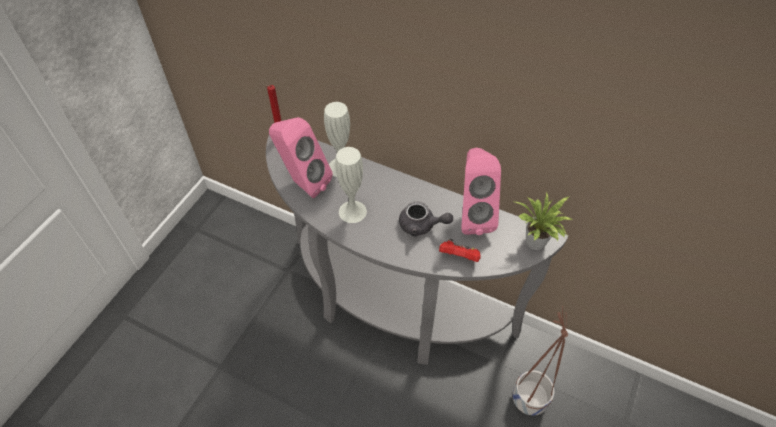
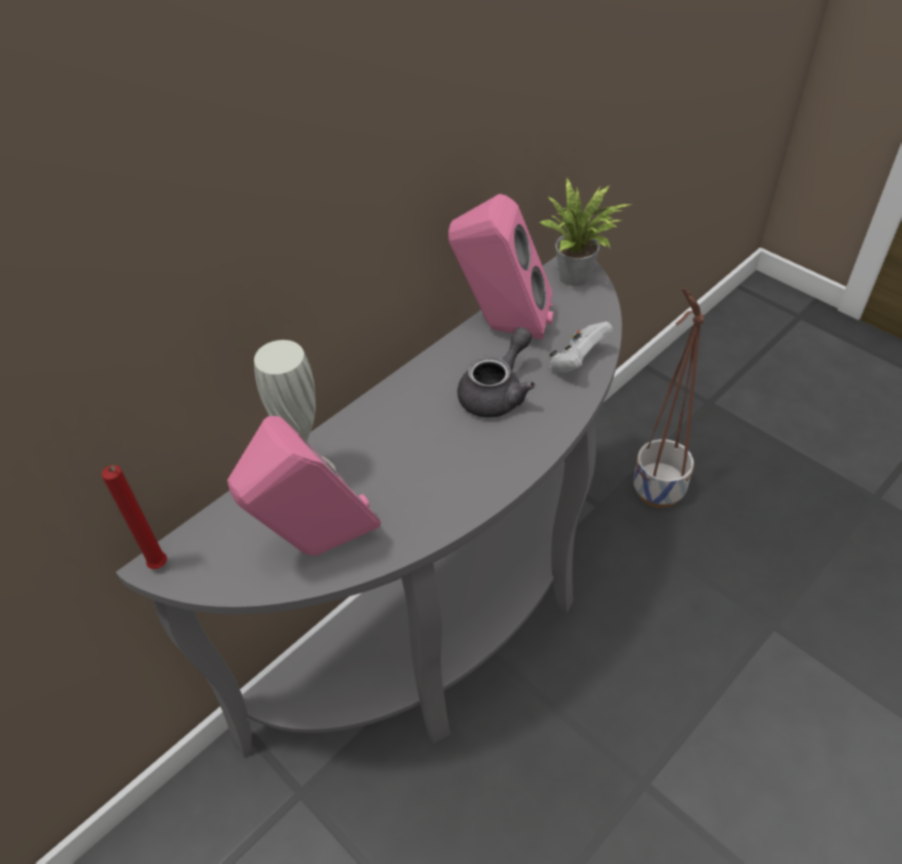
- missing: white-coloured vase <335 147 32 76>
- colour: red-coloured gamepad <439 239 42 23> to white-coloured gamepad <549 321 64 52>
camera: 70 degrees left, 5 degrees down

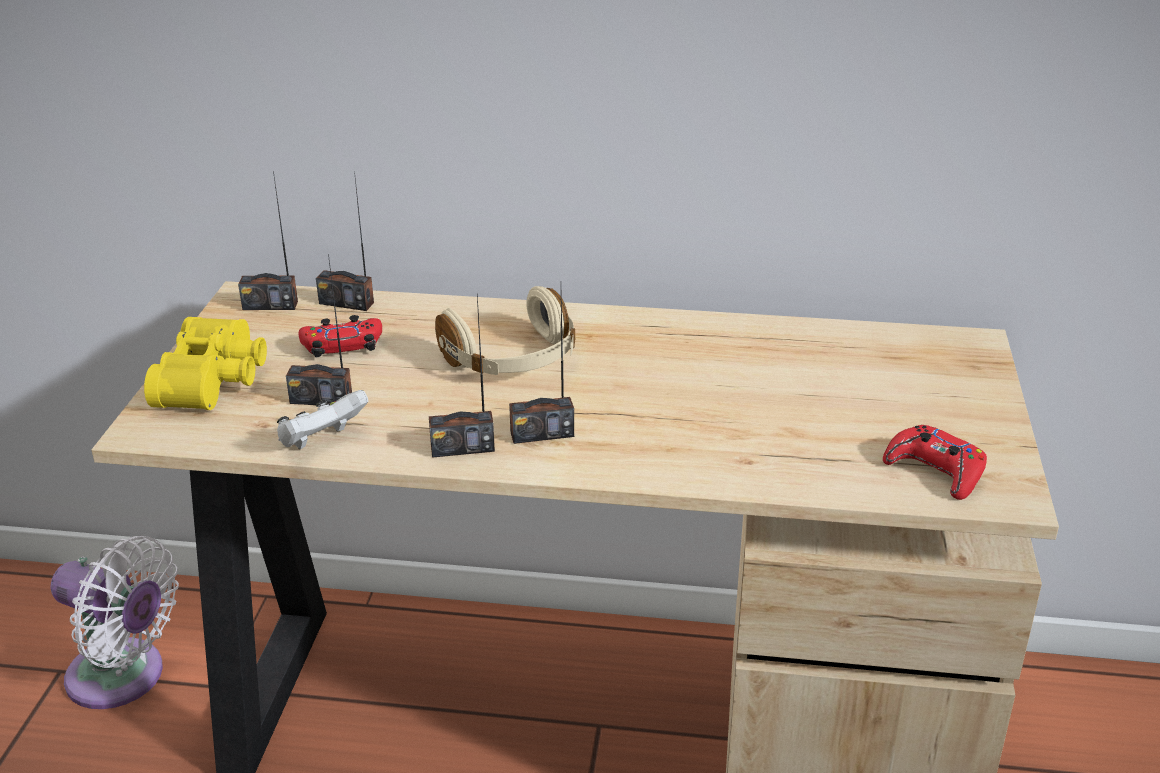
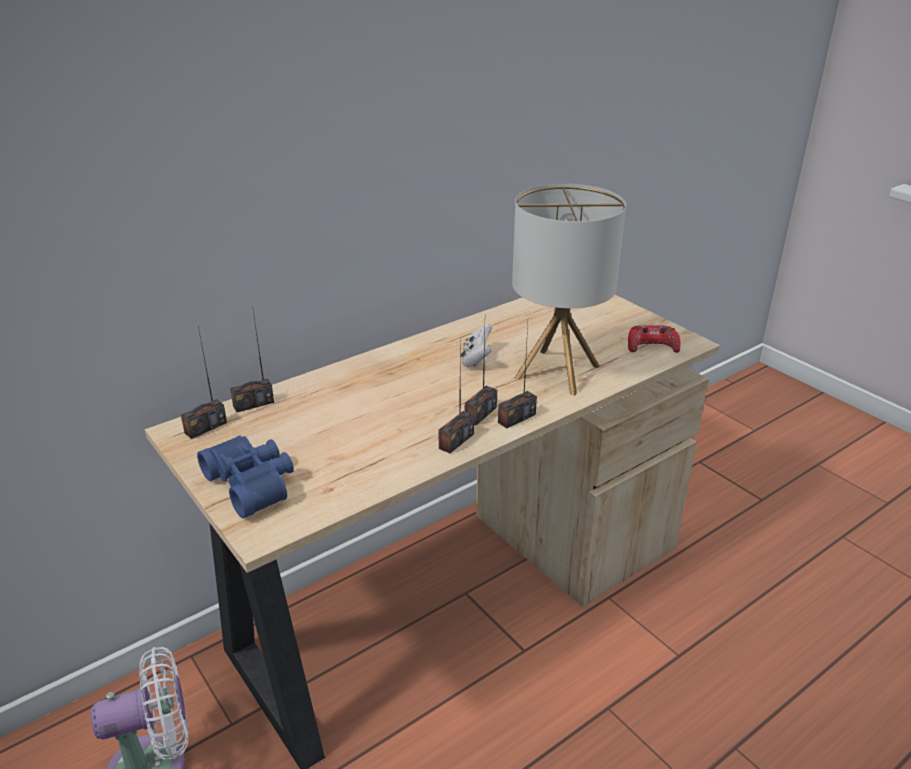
- missing: red-coloured gamepad <299 315 83 42>
- missing: beige headphones <435 286 141 89>
- appeared: table lamp <512 184 114 212>
- relocated: white-coloured gamepad <277 390 92 59> to <461 323 31 45>
- relocated: radio receiver <286 254 66 151> to <498 326 39 103>
- colour: yellow field glasses <144 317 123 93> to blue field glasses <197 435 97 84>
camera: 45 degrees left, 0 degrees up

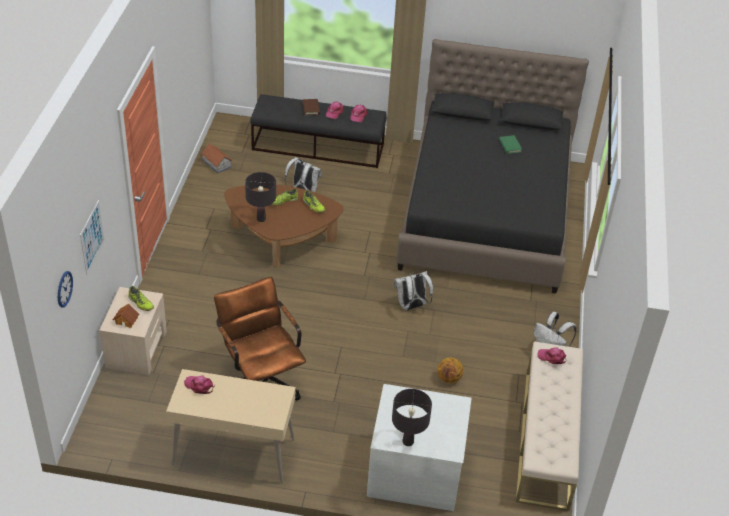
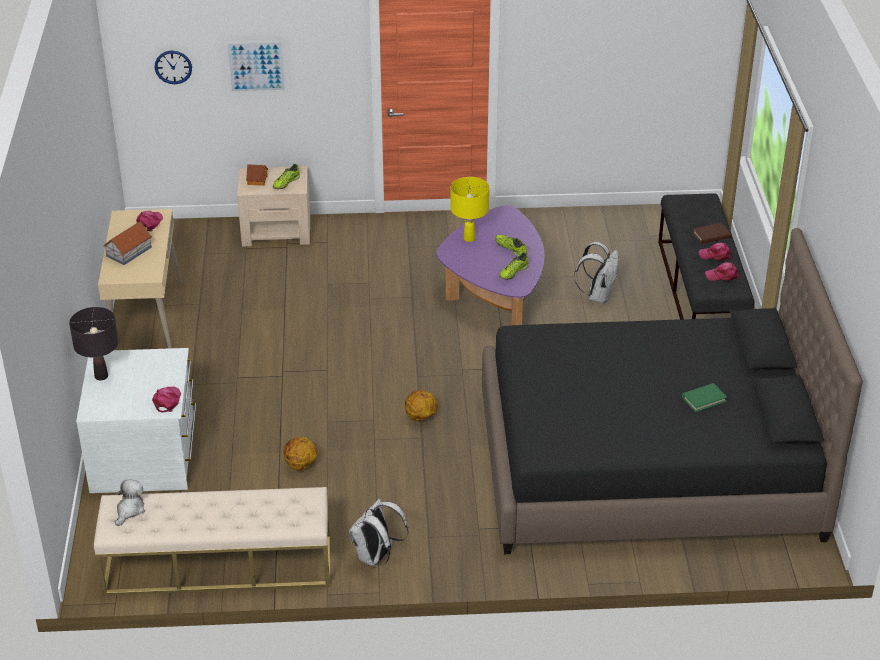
- missing: brown-coloured office chair <214 277 92 123>
- appeared: plush toy <115 479 30 47>
- relocated: miniature house <201 143 31 31> to <103 221 49 44>
- relocated: pinkish cap <537 347 29 17> to <152 386 29 27>
- exchanged: white-coloured backpack <394 271 39 40> to basketball ball <405 389 33 32>
- colour: brown-coloured lounge table <224 185 120 82> to purple-coloured lounge table <437 205 108 120>
- colour: blackish table lamp <245 172 31 50> to yellow table lamp <450 177 40 65>
camera: 80 degrees right, 5 degrees down

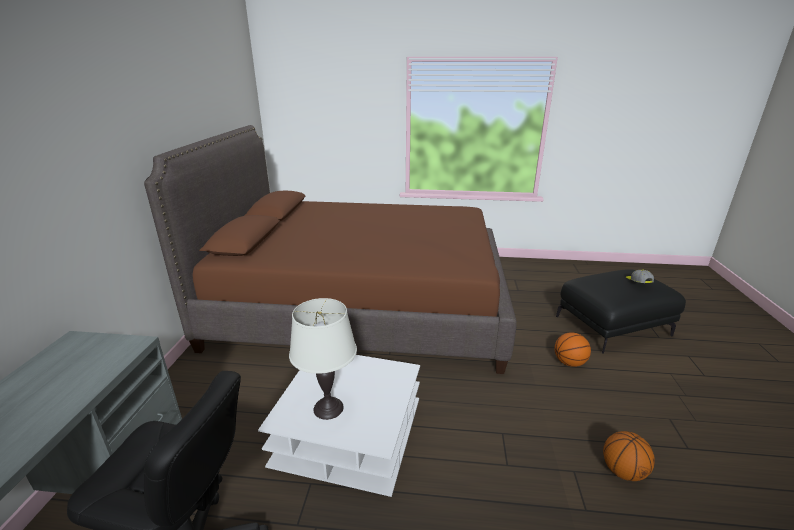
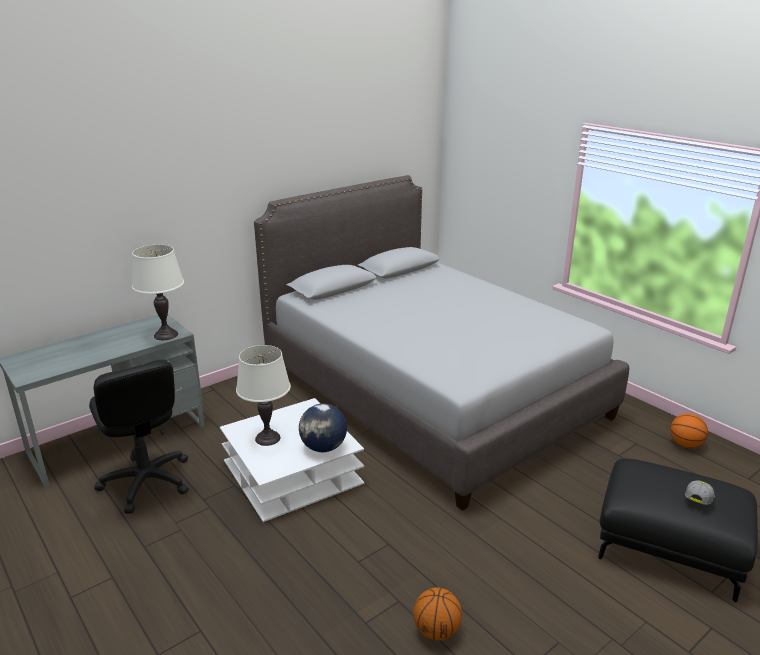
- appeared: white-coloured table lamp <132 245 52 95>
- appeared: desk globe <299 404 48 48>
- relocated: basketball ball <555 332 36 35> to <670 413 38 35>
- colour: brown-coloured bed <144 125 373 249> to gray bed <254 175 375 336>
camera: 45 degrees right, 0 degrees up

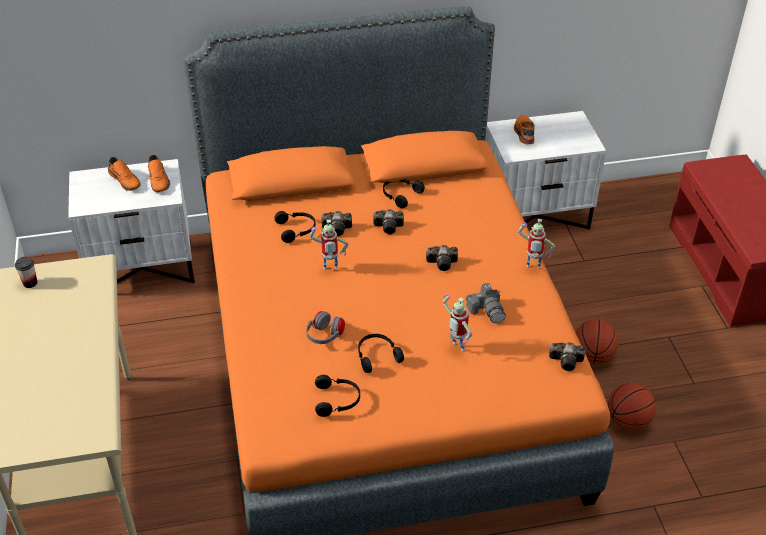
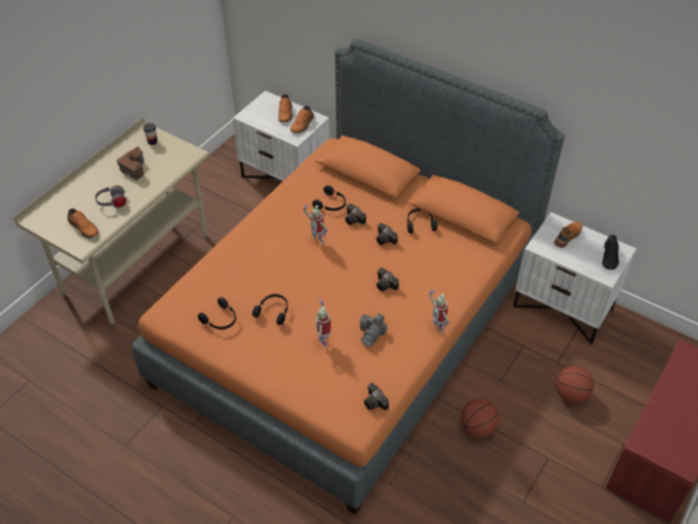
- appeared: orangey shoe <67 208 31 30>
- appeared: miniature house <116 147 28 33>
- appeared: blackish shoe <602 235 17 35>
- relocated: gray headphones <306 311 39 33> to <95 185 32 23>
- relocated: basketball ball <608 383 48 47> to <556 366 38 37>
camera: 45 degrees right, 5 degrees up

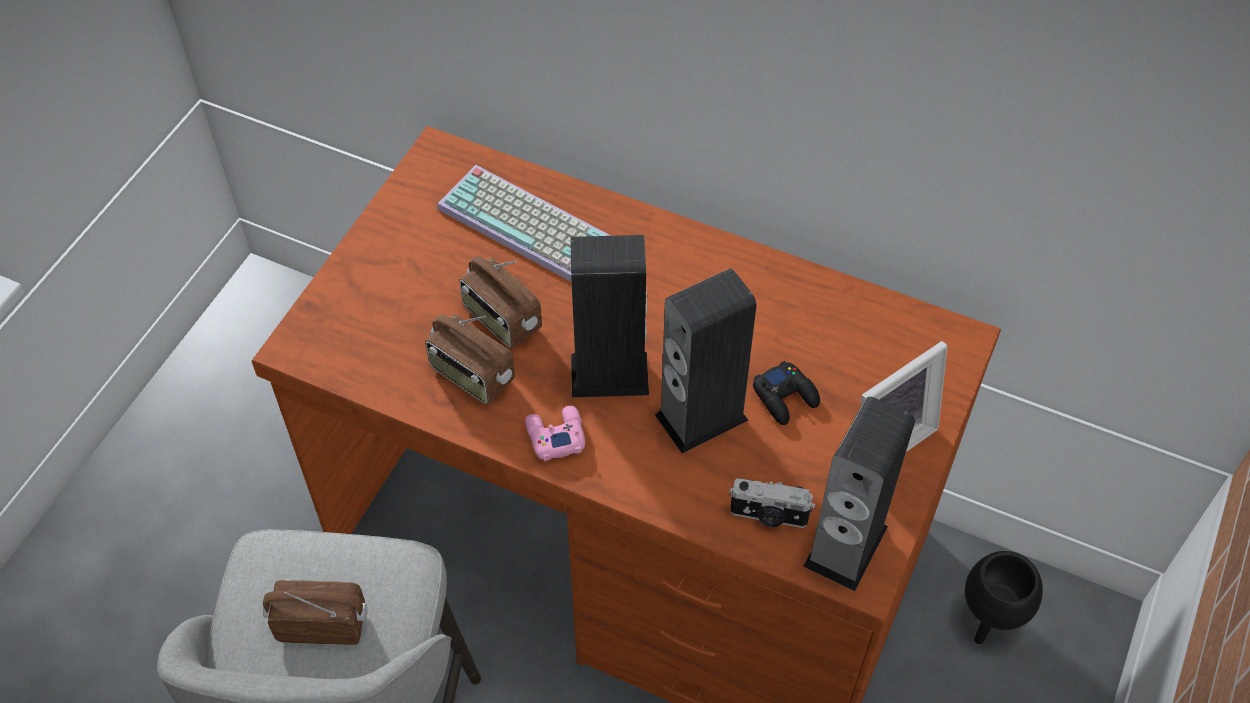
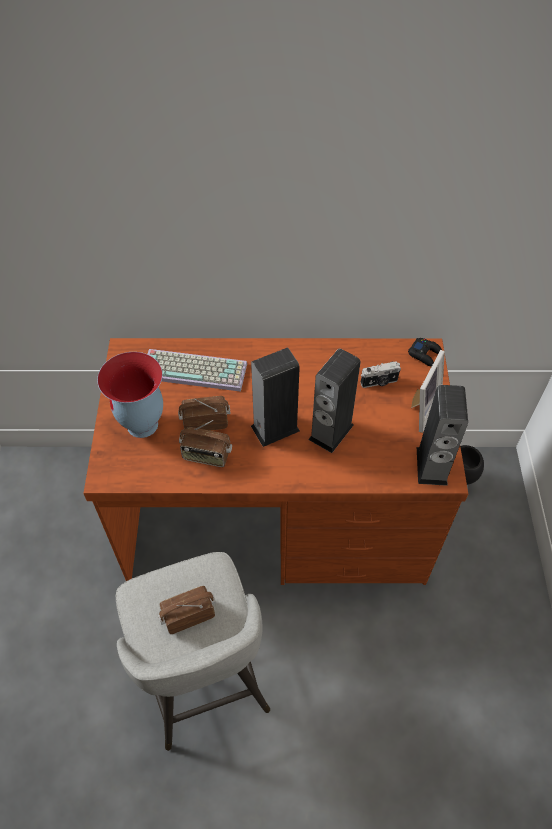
- missing: pinkish gamepad <525 406 60 55>
- appeared: vase <97 352 66 86>
- relocated: photo camera <729 478 86 50> to <360 361 41 27>
- relocated: blackish gamepad <753 361 67 64> to <408 338 34 29>
- spun: radio receiver <459 256 83 92> = <178 396 52 35> 150 degrees clockwise
camera: 25 degrees left, 0 degrees up

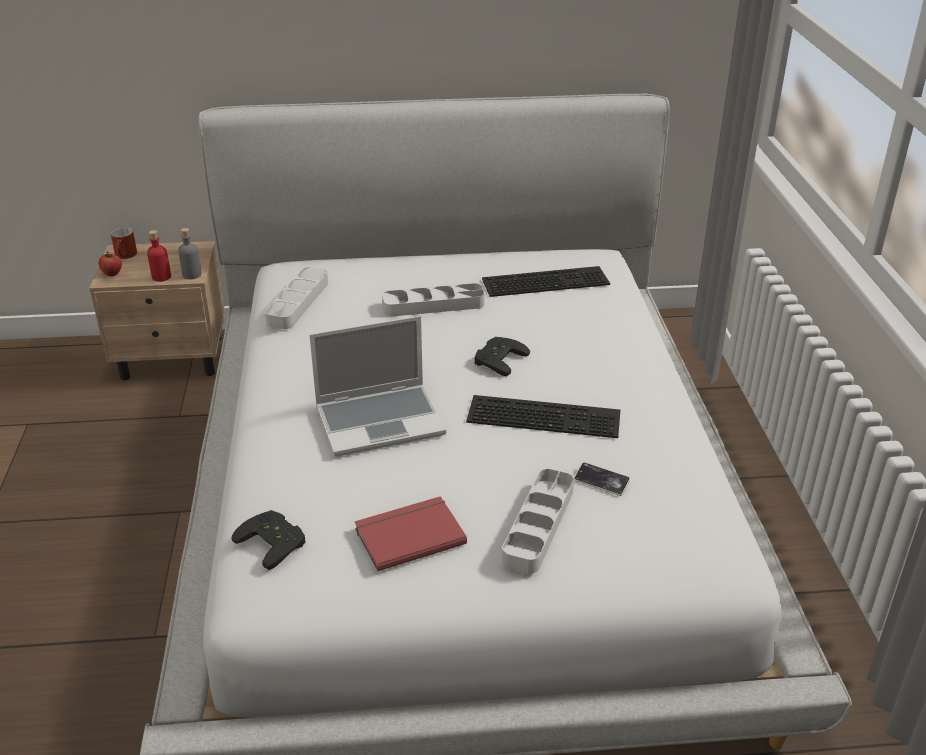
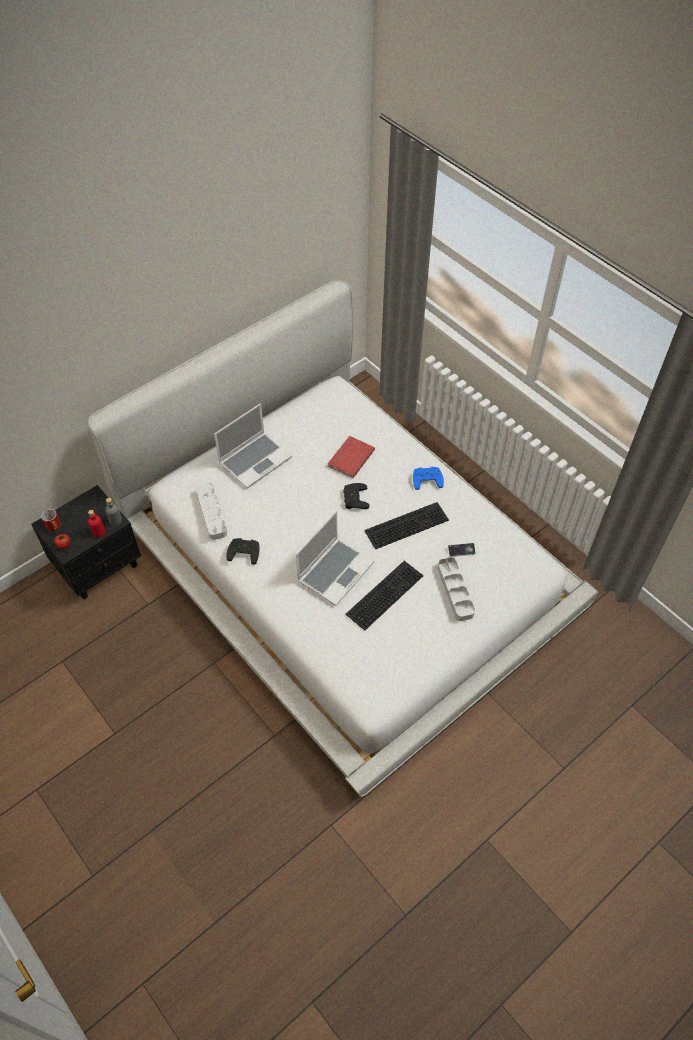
- missing: gray tray <382 283 103 33>
- appeared: laptop <214 403 78 86>
- appeared: blue gamepad <413 467 31 23>
- relocated: blackish gamepad <232 510 73 60> to <226 538 34 26>
- relocated: red-coloured bound book <354 496 113 75> to <328 436 47 42>
- relocated: PC keyboard <482 266 128 31> to <346 561 78 69>
- colour: beige bedside table <89 241 136 139> to blackish bedside table <31 485 110 114>
camera: 35 degrees left, 20 degrees up

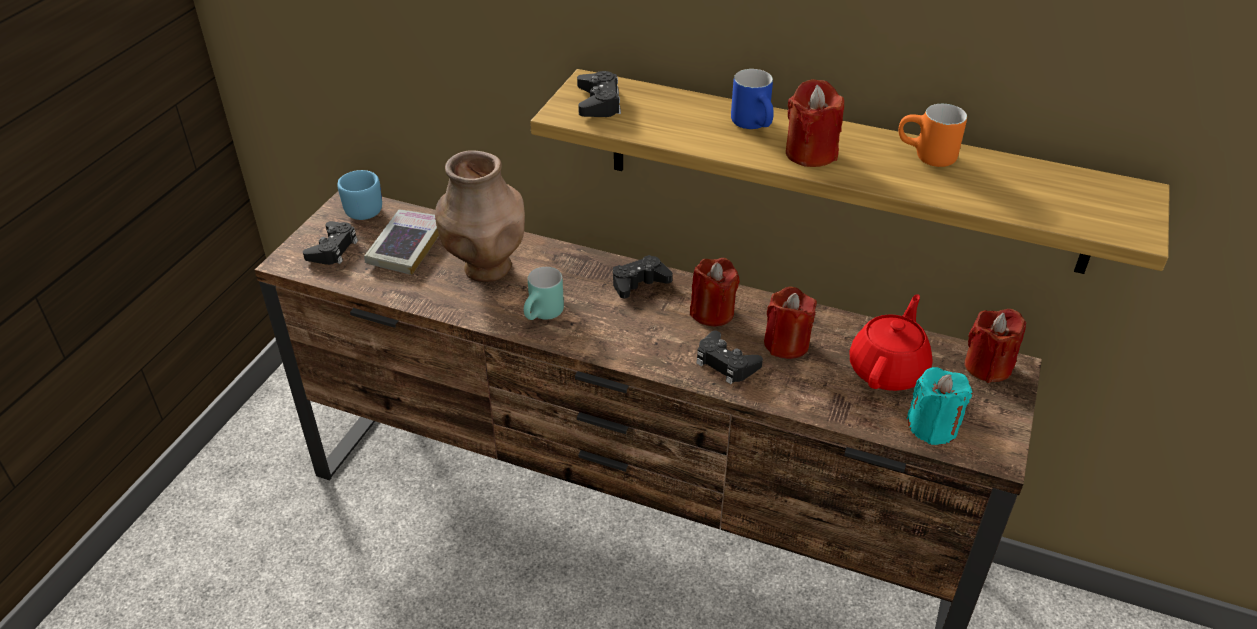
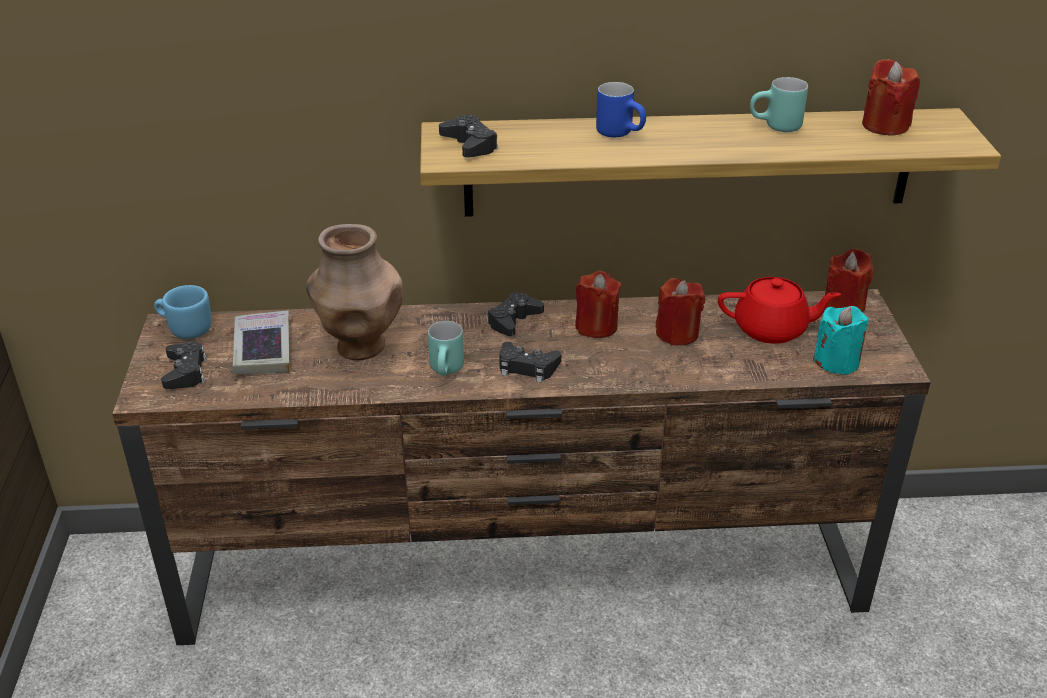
- relocated: blackish gamepad <696 331 67 53> to <499 342 62 41>
- relocated: red-coloured wax light <786 79 58 88> to <862 59 58 77>
- colour: orangey tea mug <899 104 68 63> to blue-green tea mug <750 77 58 55>
- spun: red-coloured pot for tea <849 294 83 97> = <718 277 123 67> 90 degrees clockwise
camera: 25 degrees left, 5 degrees down

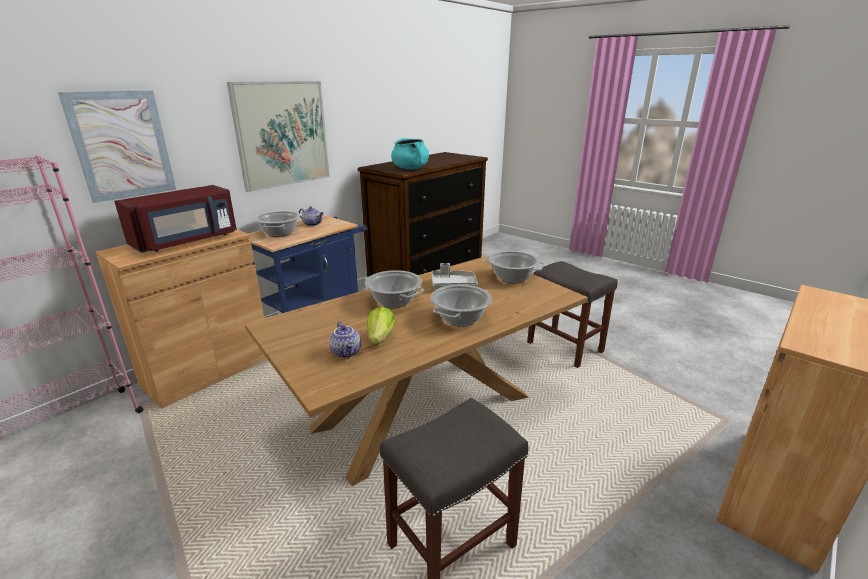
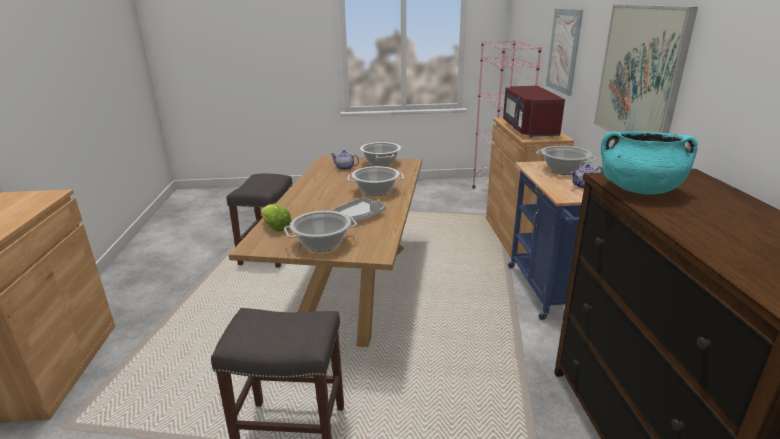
- relocated: head of lettuce <367 307 29 38> to <261 204 31 28>
- relocated: saucepot <430 285 62 41> to <360 142 41 25>
camera: 135 degrees right, 0 degrees up

